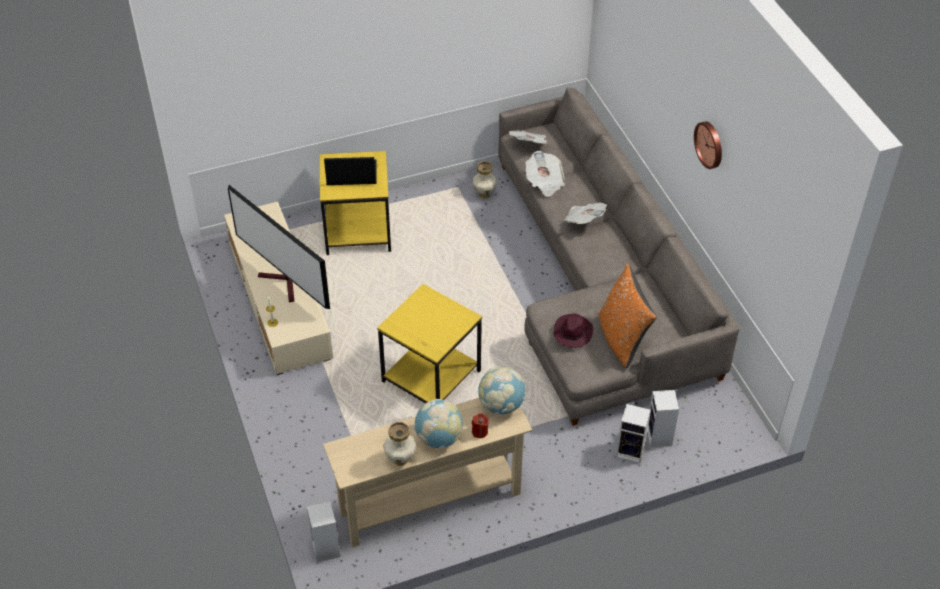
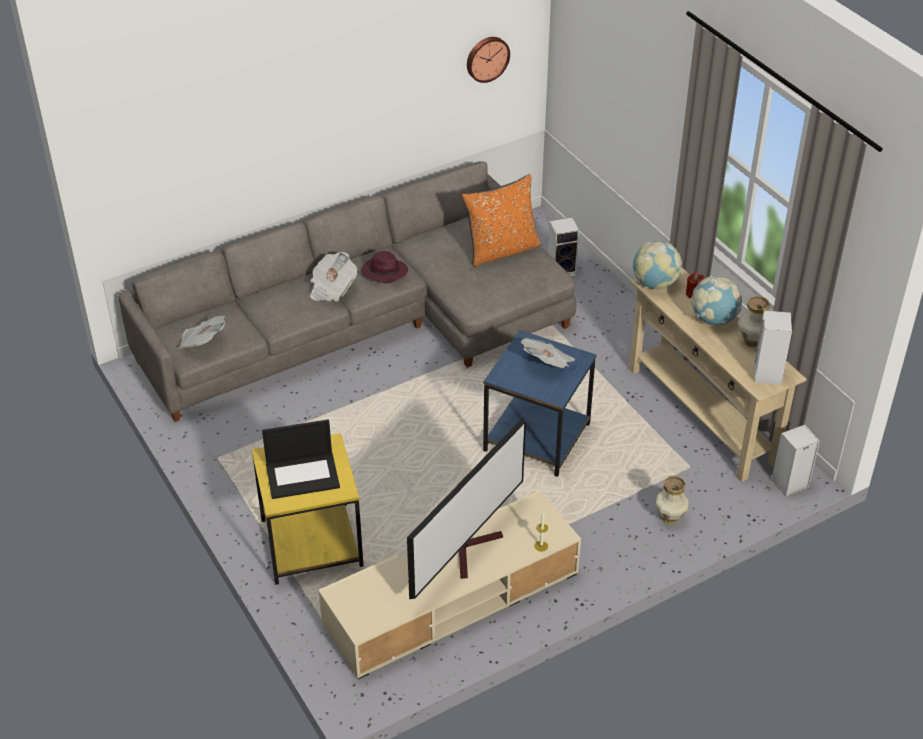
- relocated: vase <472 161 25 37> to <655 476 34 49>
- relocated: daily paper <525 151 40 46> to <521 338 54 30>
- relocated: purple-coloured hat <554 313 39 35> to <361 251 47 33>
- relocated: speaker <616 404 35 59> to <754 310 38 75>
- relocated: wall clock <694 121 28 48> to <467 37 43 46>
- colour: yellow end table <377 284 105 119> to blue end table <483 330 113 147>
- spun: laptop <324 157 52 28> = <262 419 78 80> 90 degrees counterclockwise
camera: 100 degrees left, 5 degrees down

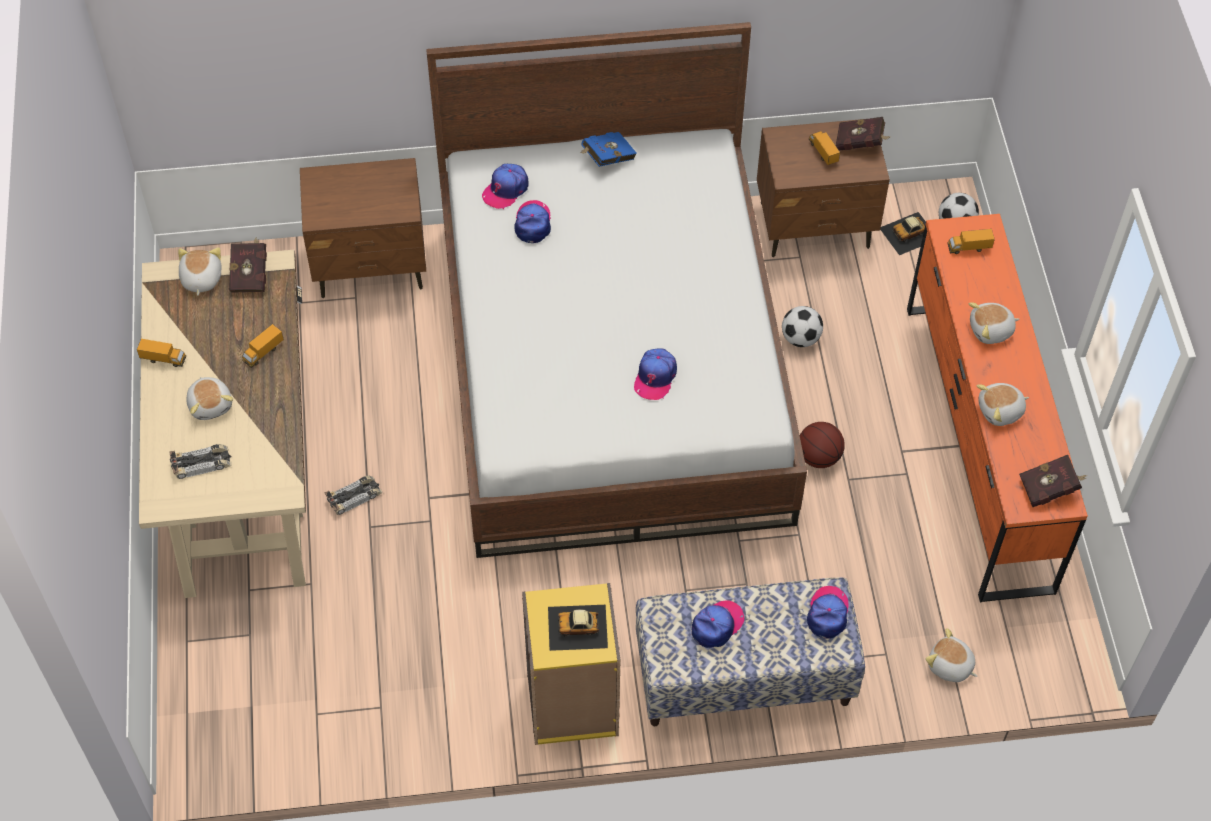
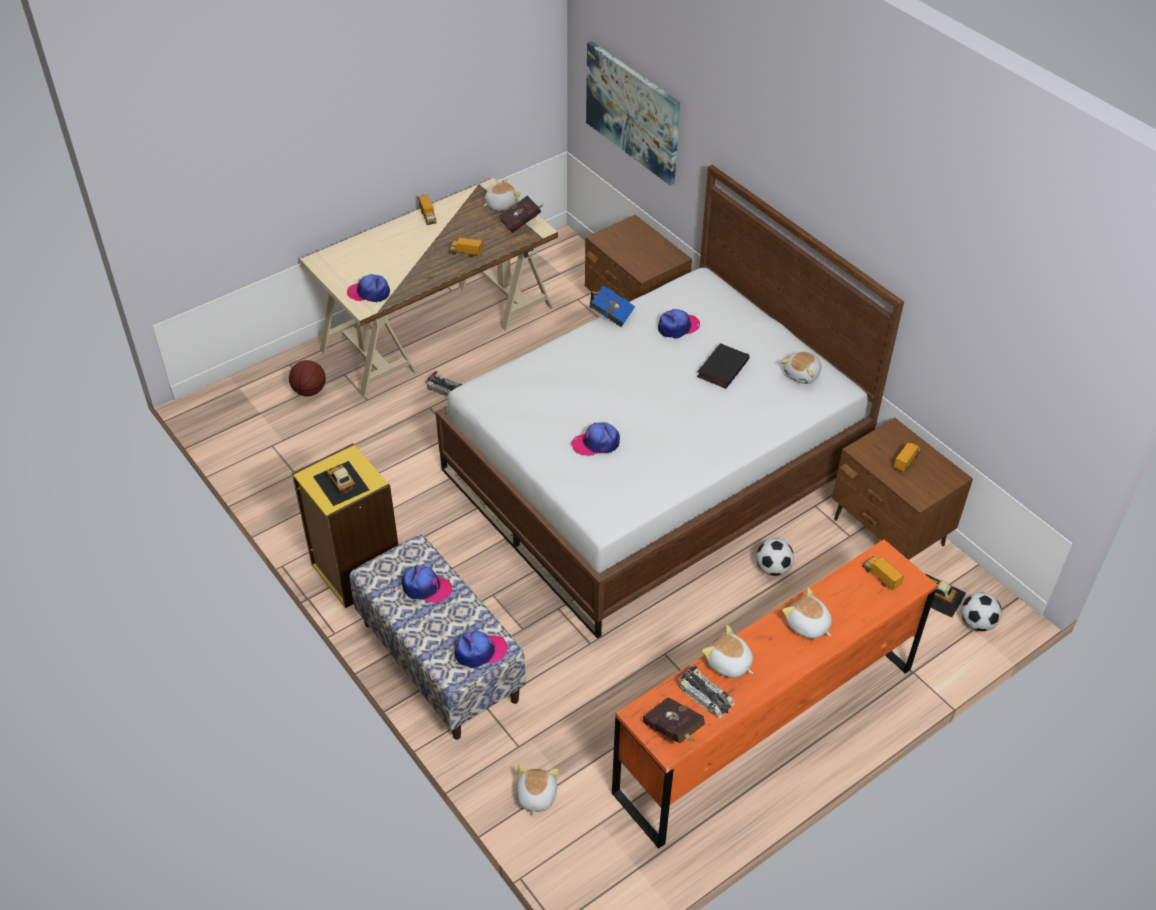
- missing: red-coloured bound book <836 117 54 34>
- appeared: picture <586 41 94 145>
- appeared: blackish bound book <697 343 52 46>
- relocated: toy car <169 444 63 35> to <678 664 57 54>
- relocated: plush toy <186 377 47 43> to <781 352 40 32>
- relocated: cap <482 164 47 45> to <347 274 43 28>
- relocated: blue bound book <580 132 57 35> to <589 286 46 42>
- relocated: basketball ball <800 422 45 46> to <289 360 37 36>
camera: 60 degrees right, 10 degrees down

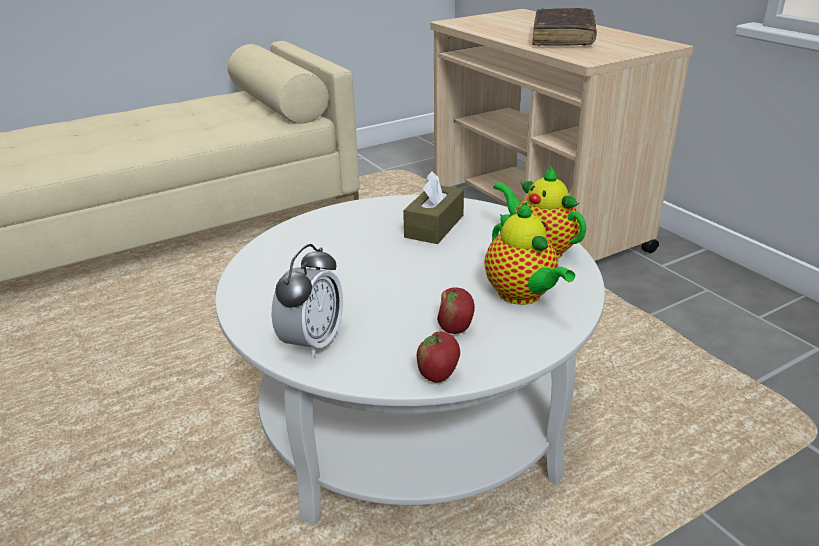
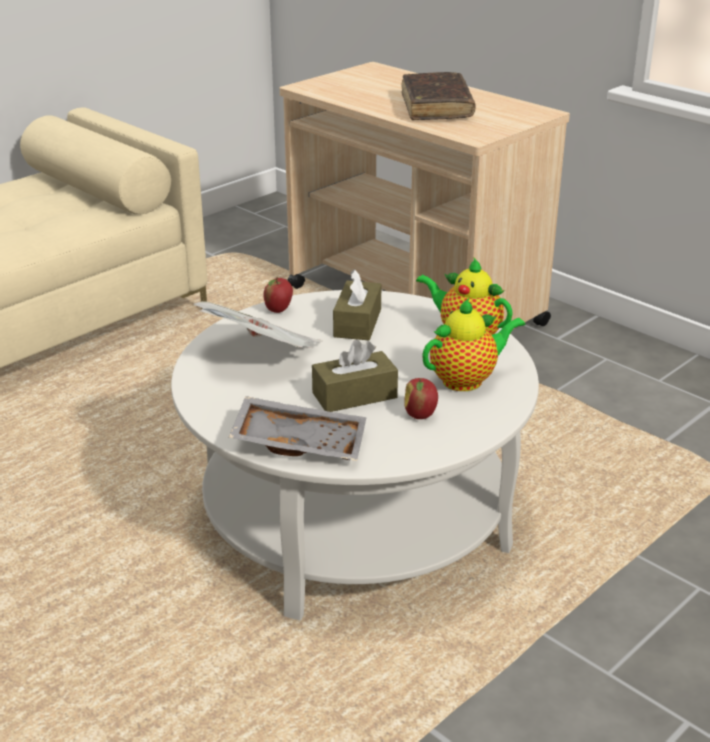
- appeared: daily paper <193 301 130 47>
- appeared: brown-coloured tissue holder <312 340 86 72>
- relocated: apple fruit <417 332 43 51> to <263 277 30 36>
- exchanged: table clock <272 244 71 115> to gray tray <229 396 138 65>
- spun: pot for tea <484 202 91 103> = <422 298 103 93> 75 degrees counterclockwise
camera: 15 degrees left, 0 degrees up

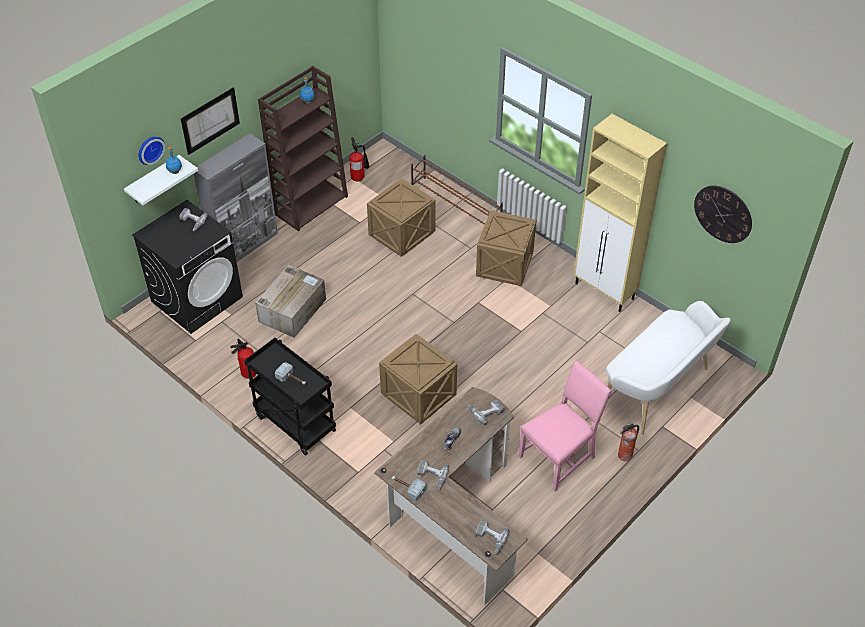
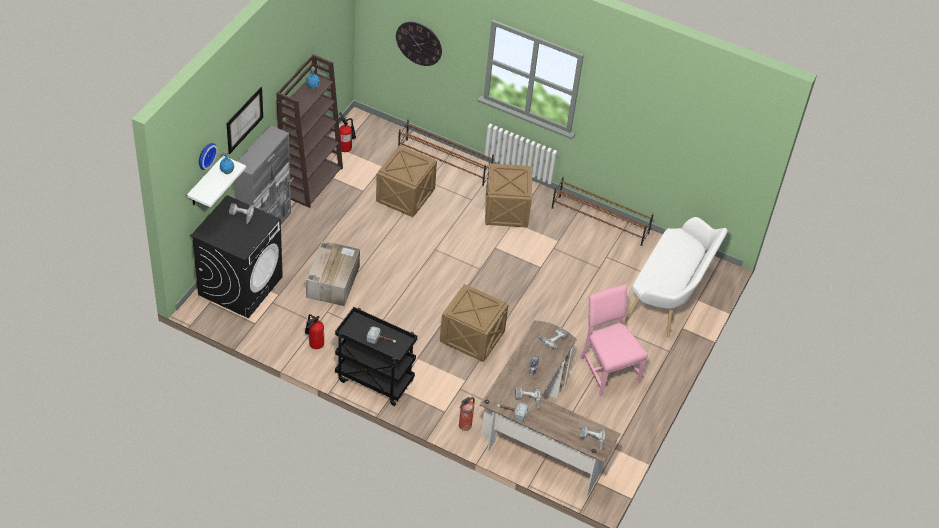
- relocated: extinguisher <618 423 21 38> to <459 397 16 34>
- relocated: wall clock <694 185 58 58> to <396 22 46 44>
- exchanged: beige cupboard <574 114 93 198> to brown-coloured shoe stand <551 176 103 70>
- spun: pinkish upright chair <519 361 93 131> = <580 284 68 112> 60 degrees counterclockwise
camera: 20 degrees left, 0 degrees up

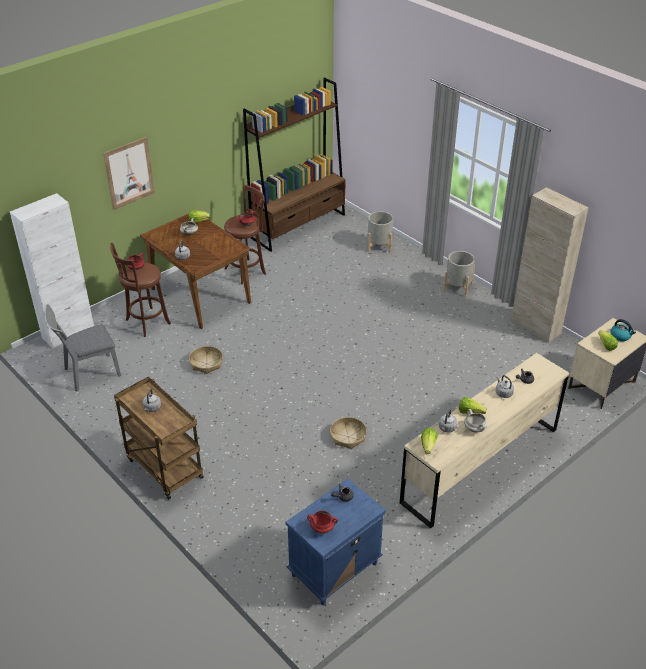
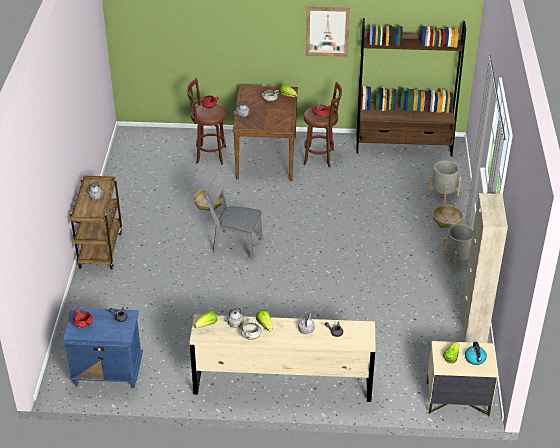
- missing: white-coloured cupboard <10 193 84 155>
- relocated: gray upright chair <44 304 77 88> to <205 173 57 87>
- relocated: picture <103 137 52 73> to <306 7 44 50>
- relocated: basket <330 417 37 32> to <433 205 30 23>
camera: 45 degrees right, 0 degrees up

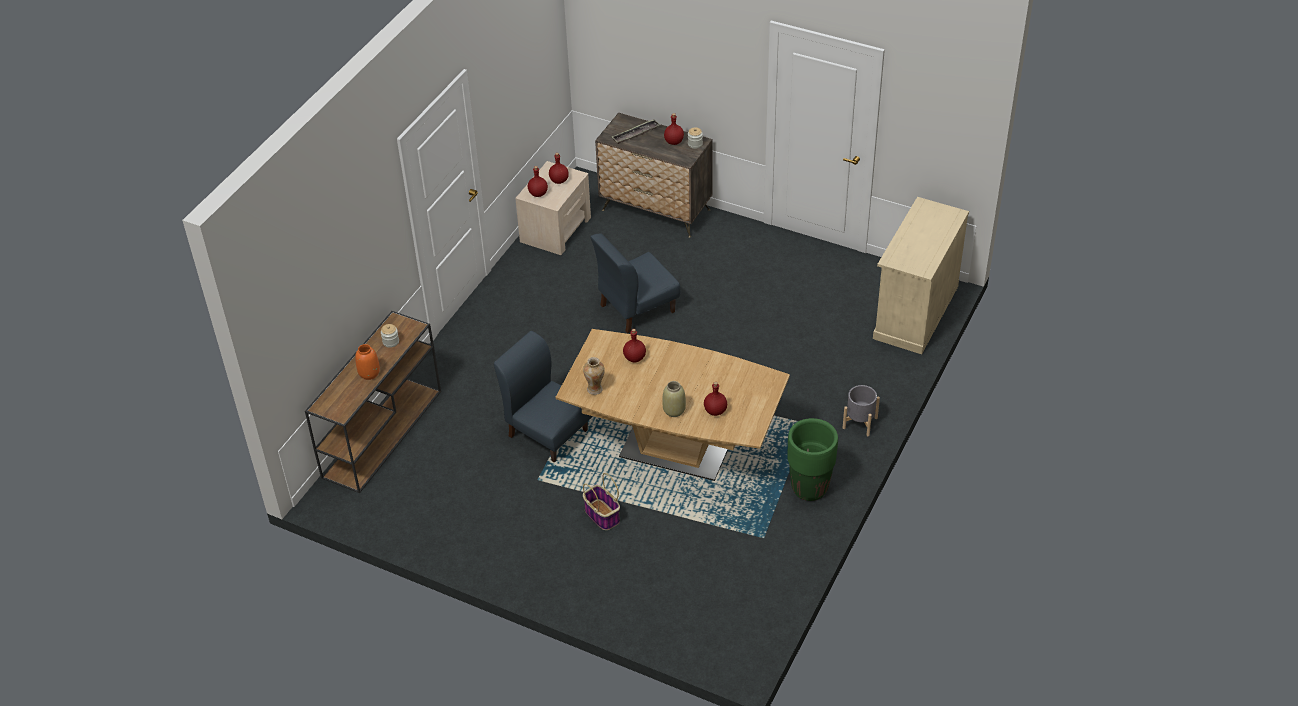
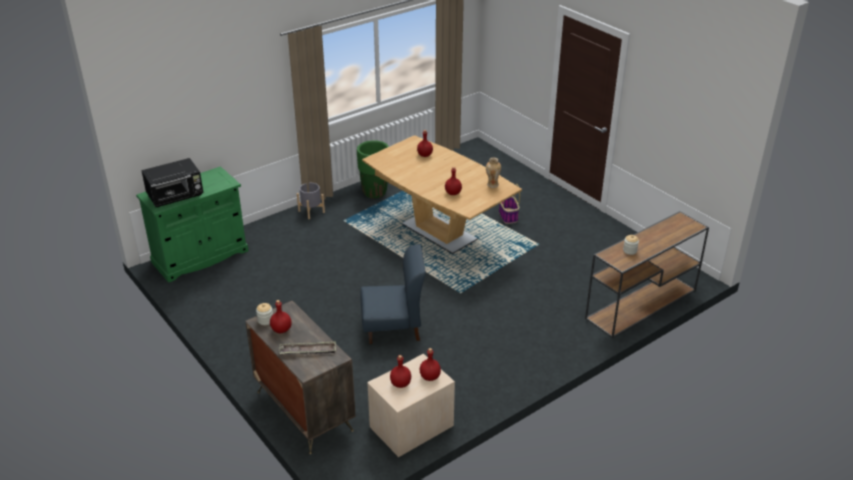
- missing: orangey vase <355 344 25 36>
- missing: blue upright chair <494 331 99 132>
- missing: beige vase <662 381 24 36>
- appeared: blackish microwave oven <141 158 62 49>
- colour: beige cupboard <873 197 96 157> to green-coloured cupboard <136 166 113 116>
camera: 155 degrees left, 10 degrees down

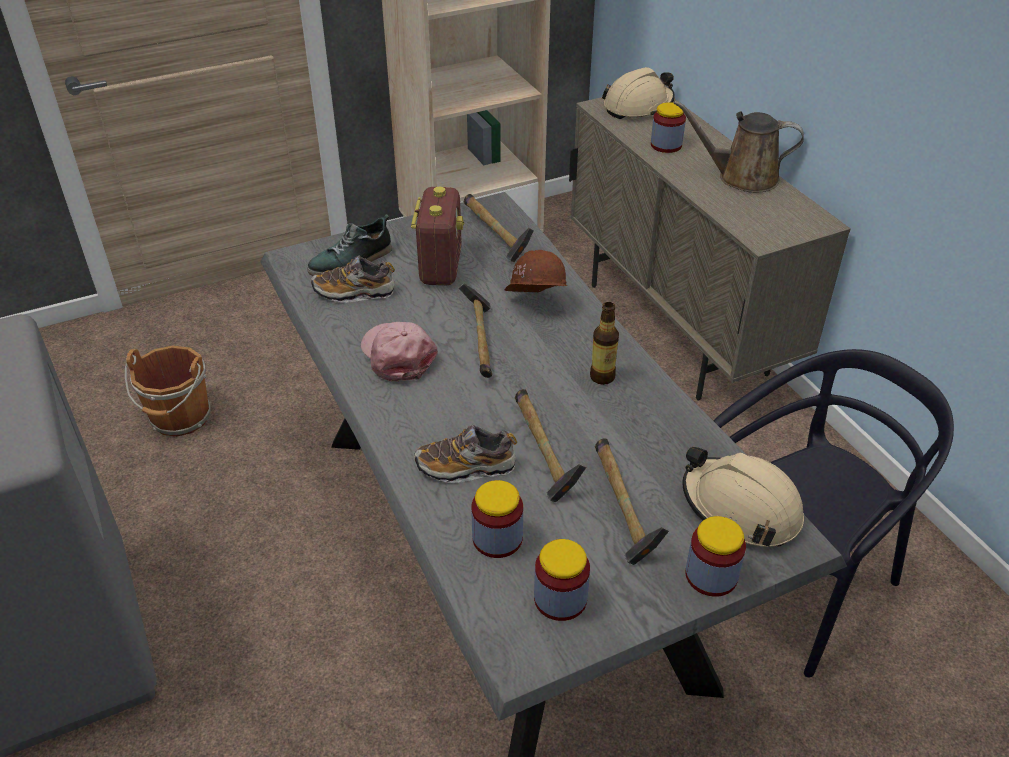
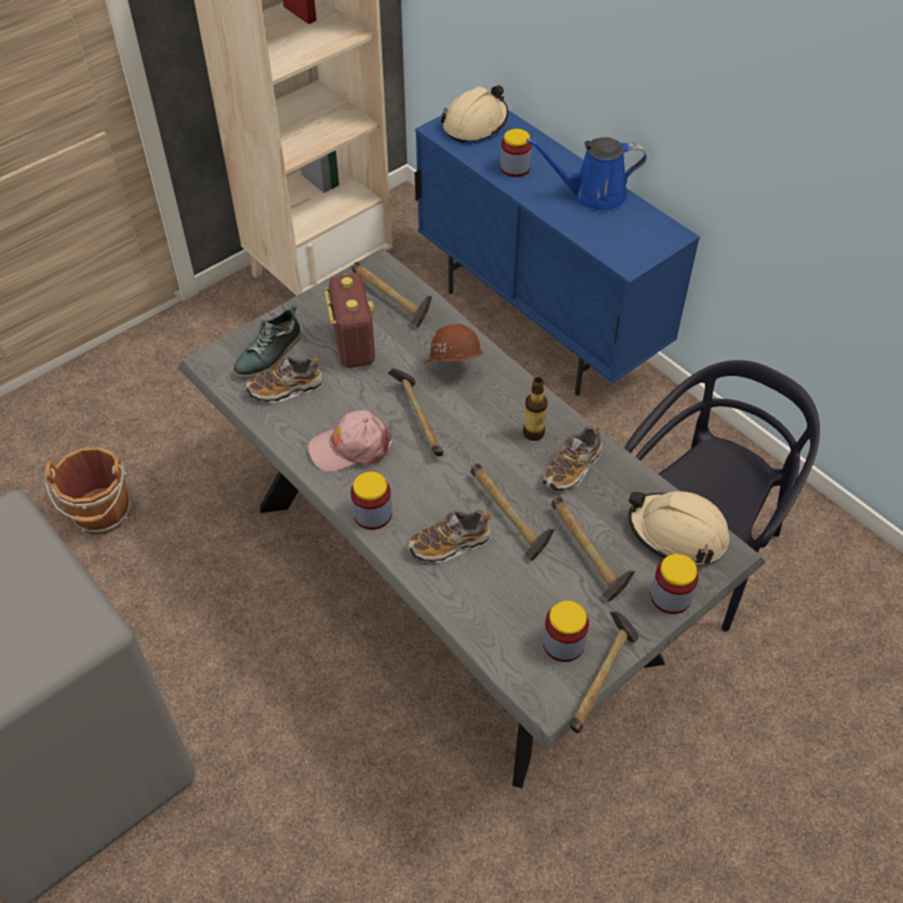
- appeared: shoe <542 425 60 66>
- appeared: hammer <570 611 70 122>
- relocated: jar <471 480 52 78> to <351 472 41 58>
- colour: beige cupboard <569 97 282 303> to blue cupboard <415 110 285 286>
- colour: brown-coloured watering can <674 100 130 93> to blue watering can <526 137 121 75>
- spun: pinkish cap <361 322 77 59> = <308 410 85 62> 60 degrees counterclockwise
camera: 15 degrees left, 10 degrees up

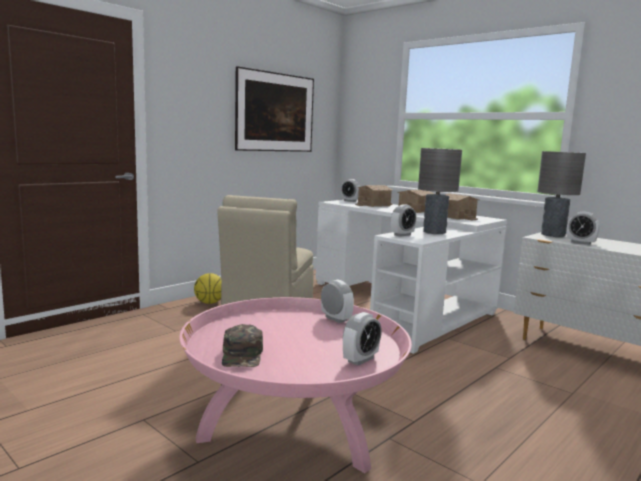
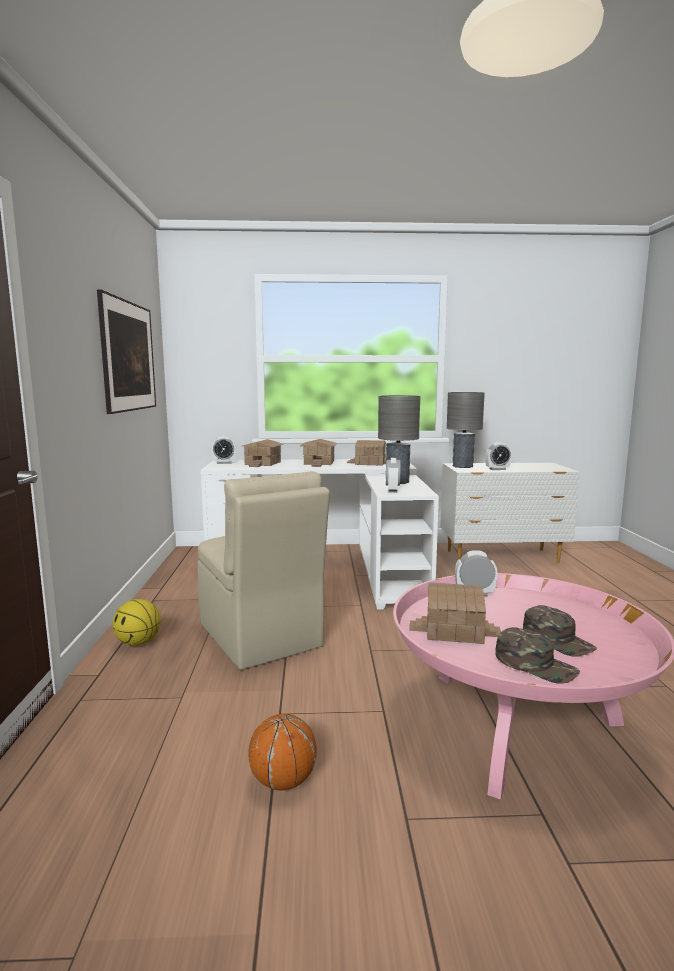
- missing: table clock <343 312 39 54>
- appeared: basketball ball <248 714 69 76>
- appeared: miniature house <409 582 92 62>
- appeared: green-coloured cap <523 605 74 51>
camera: 45 degrees left, 0 degrees up

